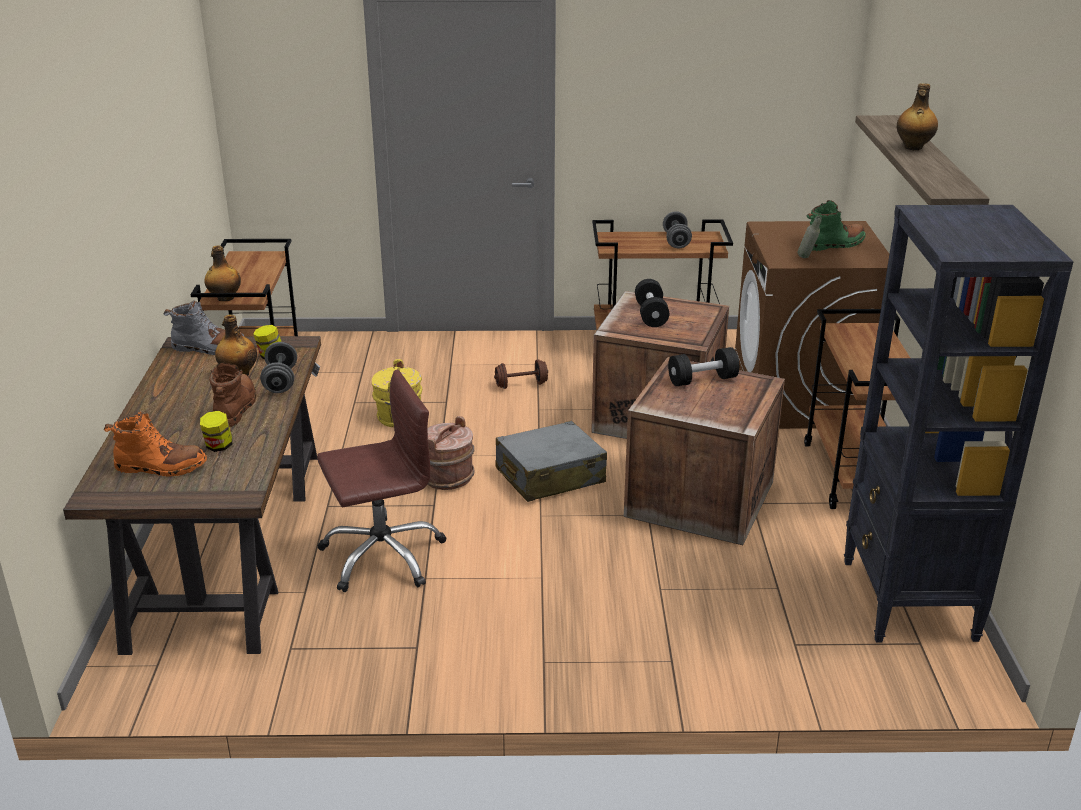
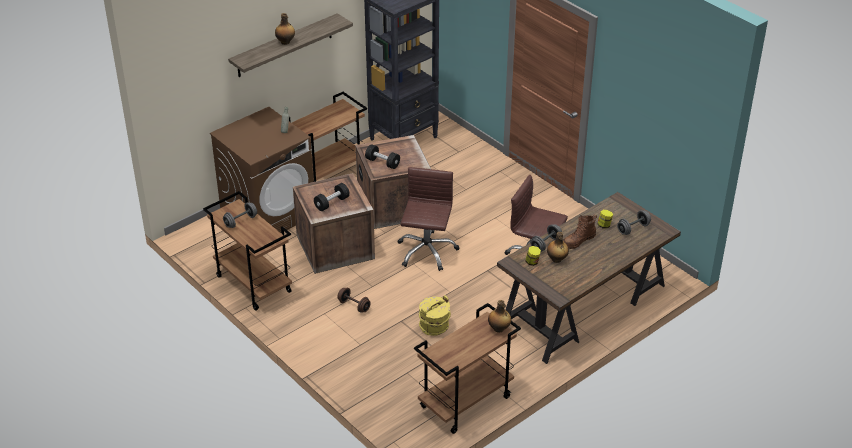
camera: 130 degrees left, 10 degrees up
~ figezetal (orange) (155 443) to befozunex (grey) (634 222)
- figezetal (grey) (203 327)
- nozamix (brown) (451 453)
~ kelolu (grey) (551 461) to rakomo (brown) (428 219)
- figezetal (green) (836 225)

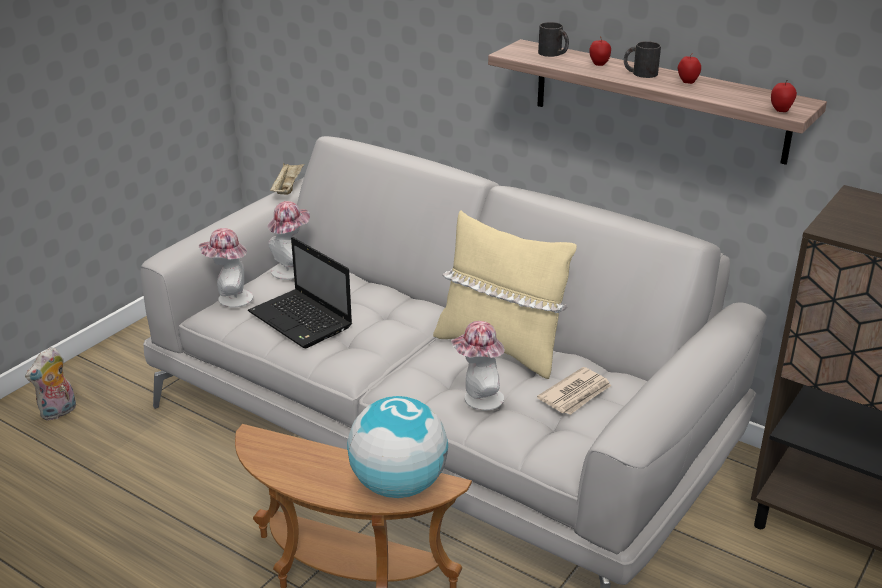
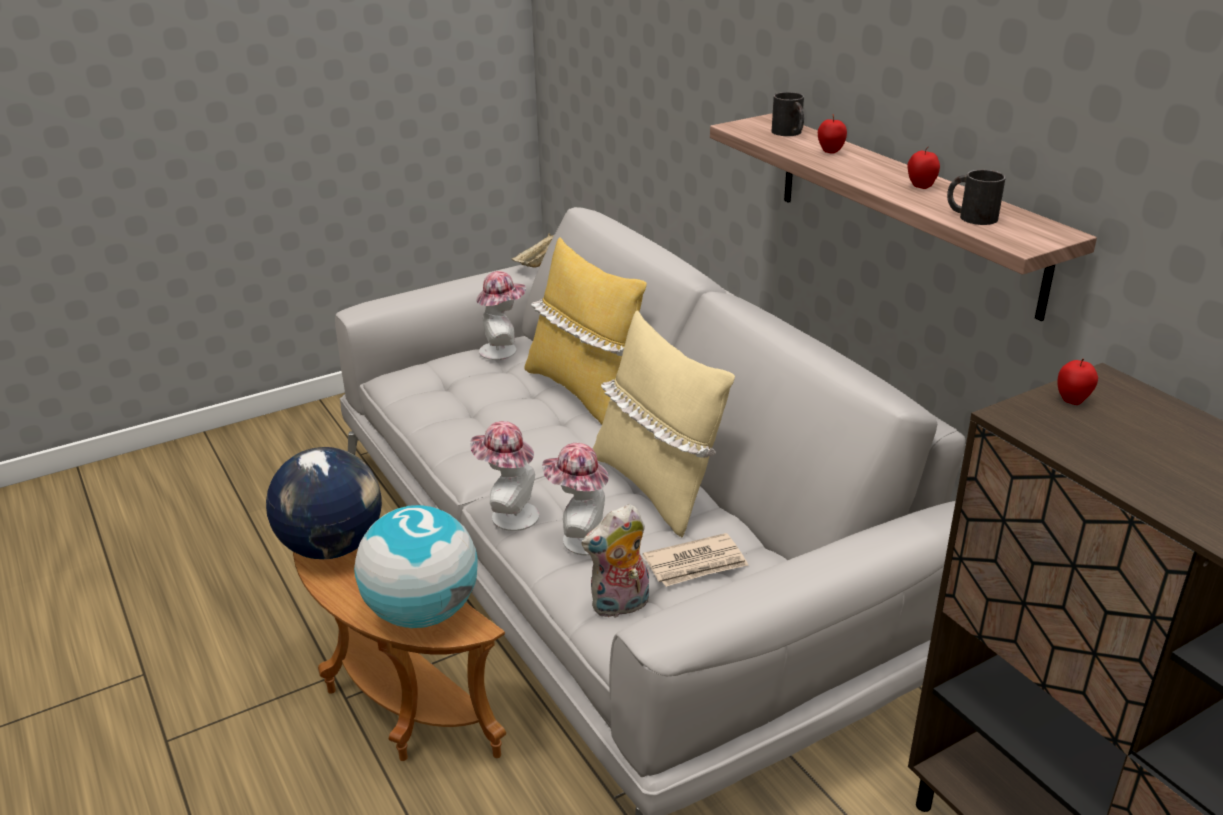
camera: 25 degrees right, 0 degrees up
~ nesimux (50 384) to (615 561)
~ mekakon (226 268) to (504 476)
- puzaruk (300 292)
~ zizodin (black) (642 59) to (976 197)
~ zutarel (784 96) to (1078 382)
+ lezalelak (324 503)
+ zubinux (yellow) (585 330)

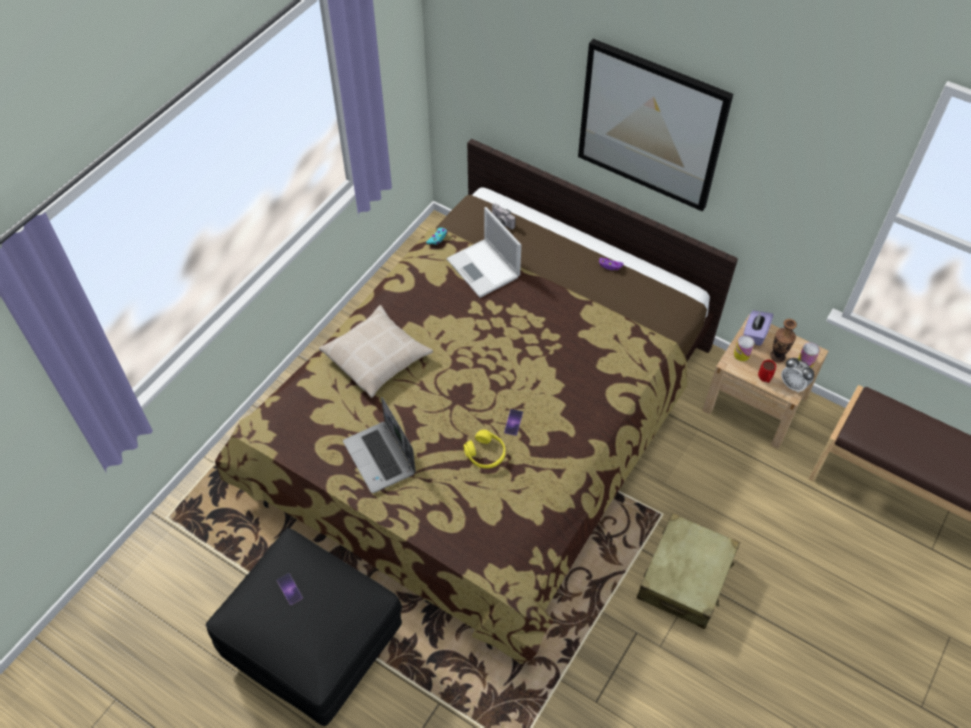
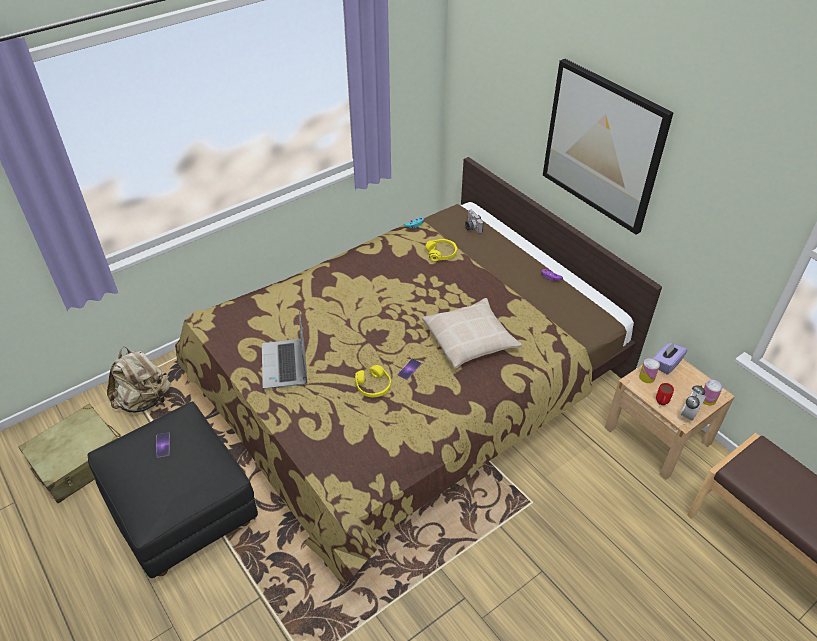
camera: 20 degrees right, 10 degrees down
~ zubinux (beige) (376 351) to (472 333)
~ puzaruk (483 252) to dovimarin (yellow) (441 250)
~ kelolu (beige) (688 571) to (69 453)
- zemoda (783 341)
~ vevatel (797 375) = (693 403) 60 degrees clockwise
+ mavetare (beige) (138 379)

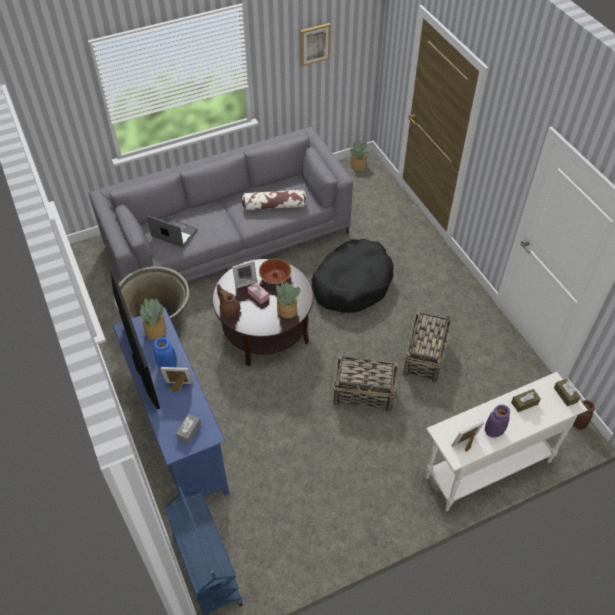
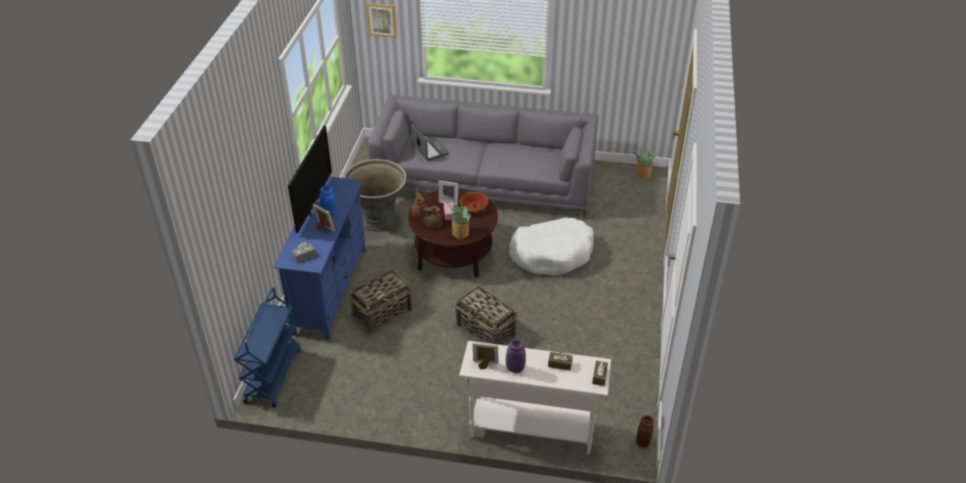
camera: 35 degrees right, 10 degrees down
- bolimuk (153 318)
- zubinux (274 200)
~ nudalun (315 44) to (381 20)
~ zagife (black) (353 276) to zagife (white) (551 247)
~ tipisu (427 347) to (381 301)
+ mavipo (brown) (431 217)

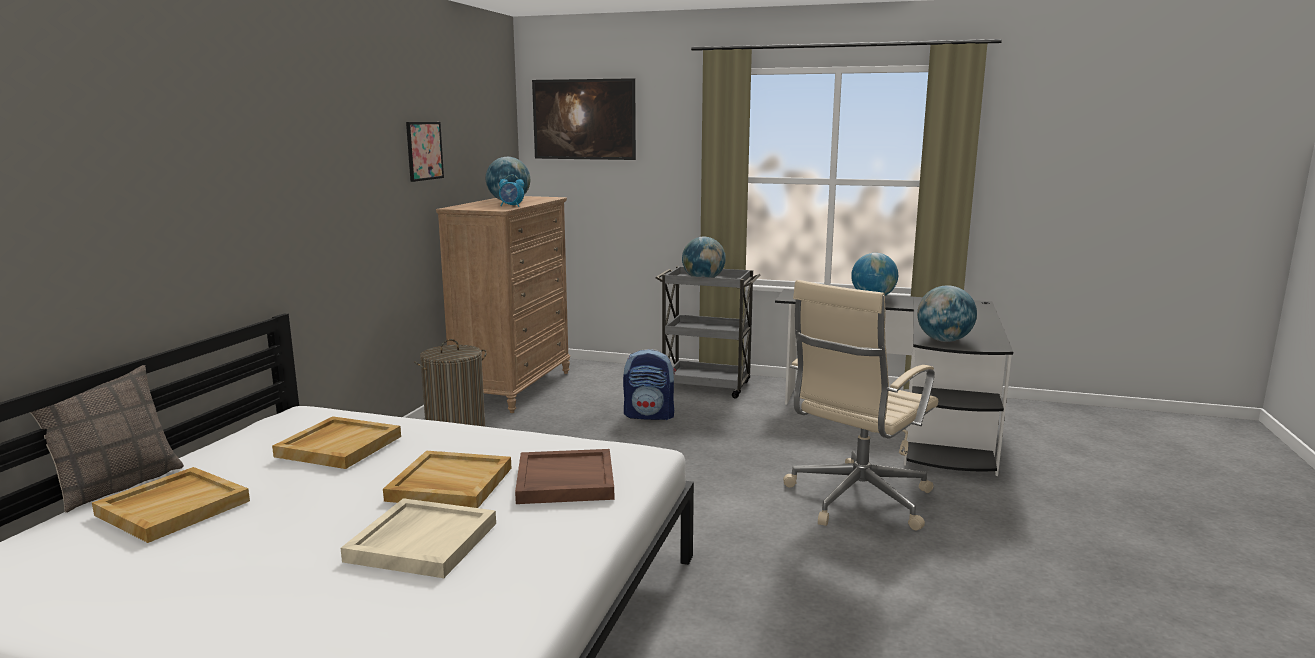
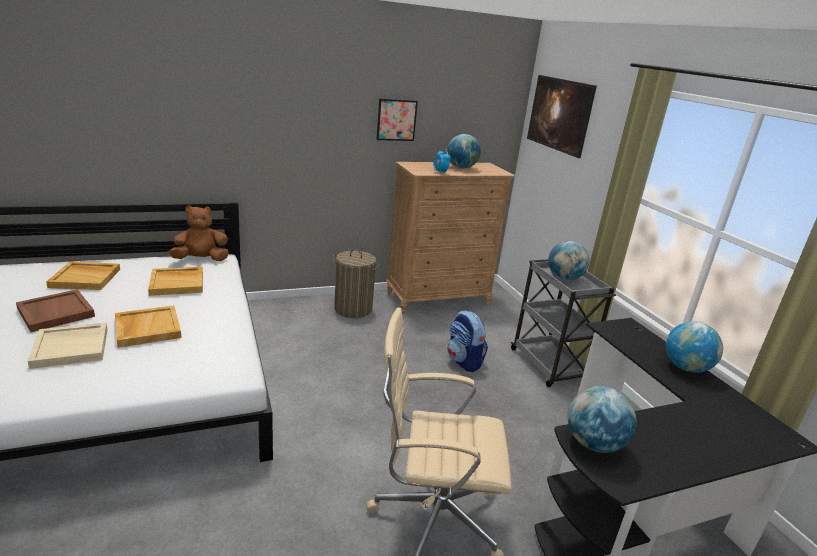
camera: 50 degrees right, 10 degrees up
- zubinux (107 439)
~ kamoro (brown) (564 476) to (55 310)
+ nesimux (brown) (199 233)

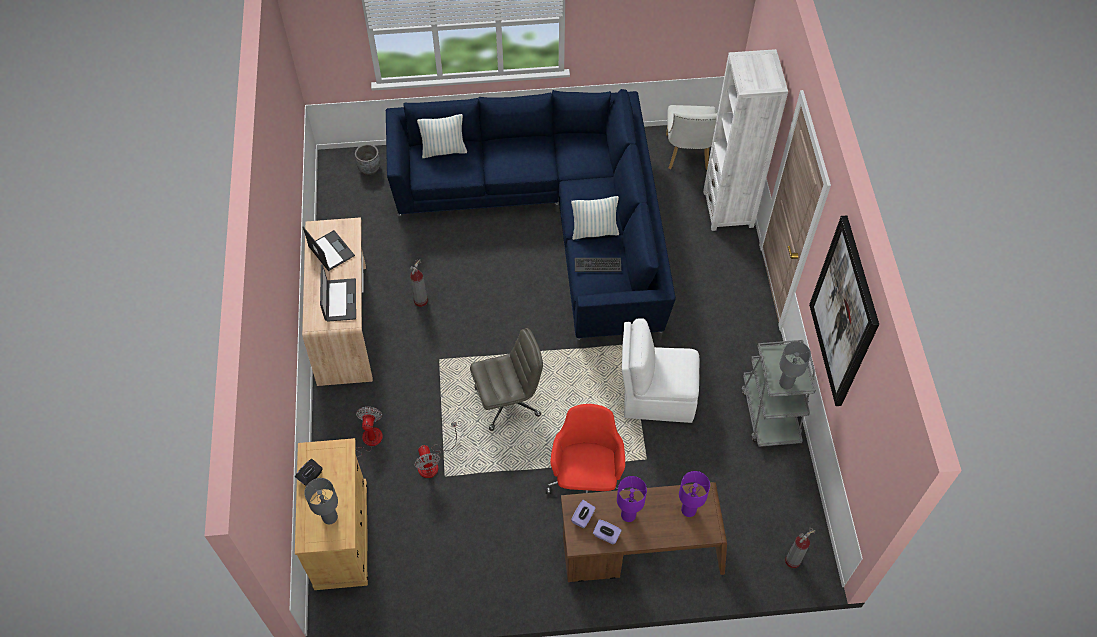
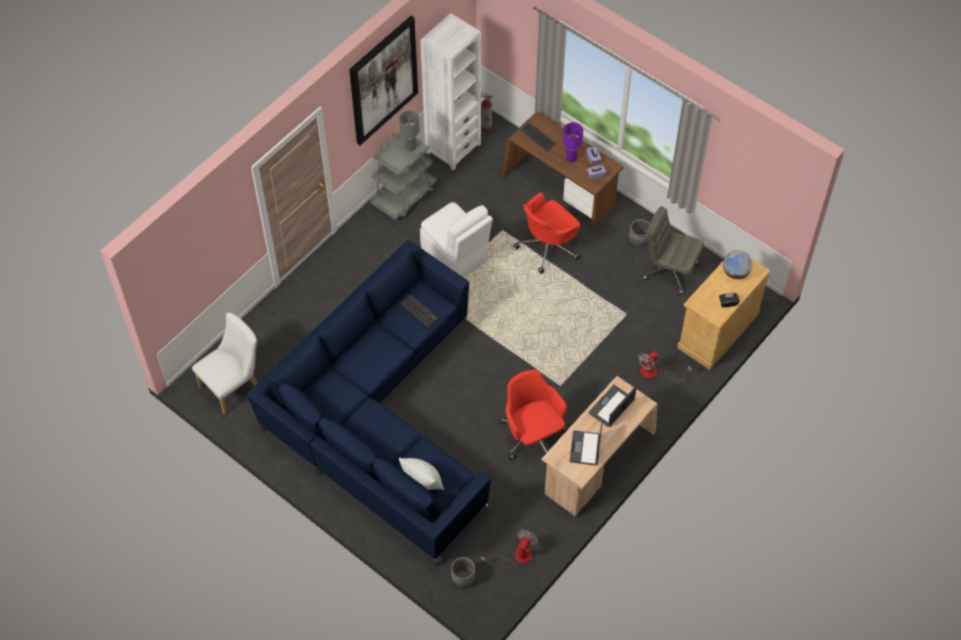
camera: 135 degrees left, 0 degrees up
~ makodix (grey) (321 501) to lezalelak (737 264)
~ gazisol (419 283) to rakomo (red) (533 415)
~ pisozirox (435 450) to (509 548)
~ rakomo (grey) (506 379) to (673 250)
- zubinux (595 218)
~ makodix (purple) (694 494) to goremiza (538 136)
~ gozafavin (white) (745 140) to (450 91)
+ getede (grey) (639 233)

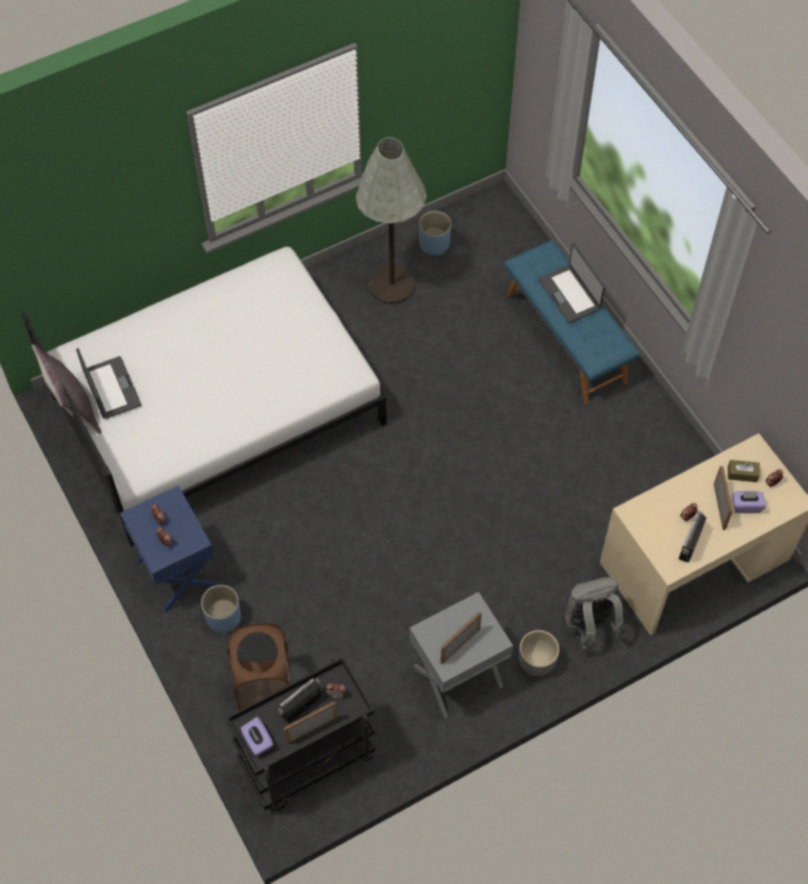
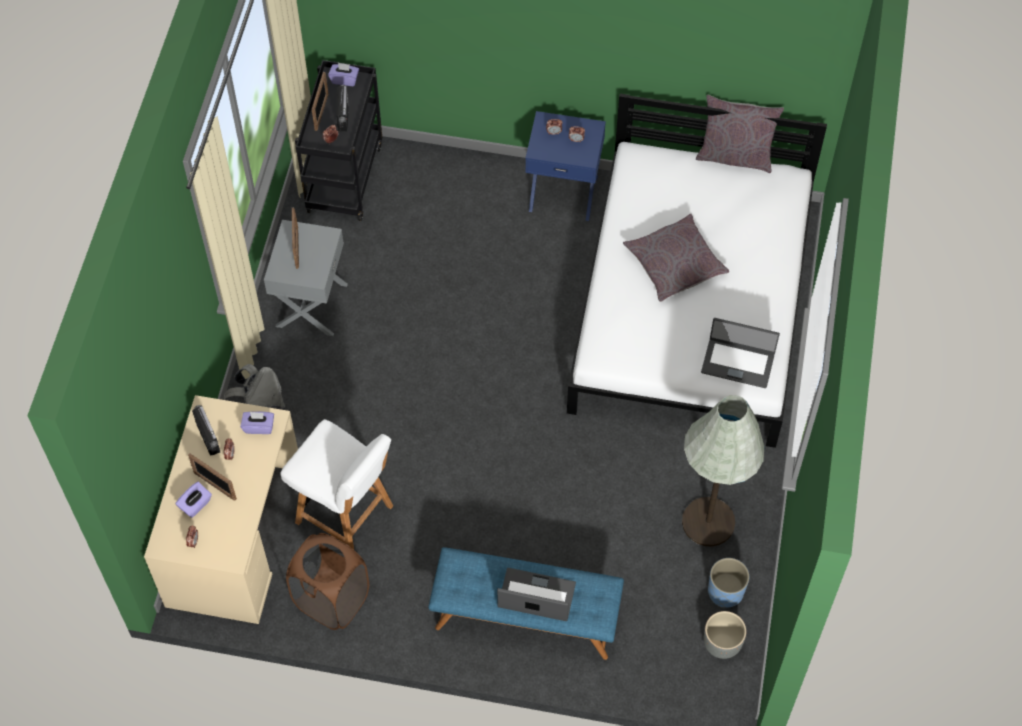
camera: 130 degrees right, 0 degrees up
~ puzaruk (108 383) to (740 353)
- getede (blue) (221 609)
~ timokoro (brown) (258 666) to (327 581)
~ getede (grey) (539 653) to (725 635)
- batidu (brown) (744 471)
+ batidu (purple) (257 422)
+ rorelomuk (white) (336 484)
+ zubinux (grey) (676 258)

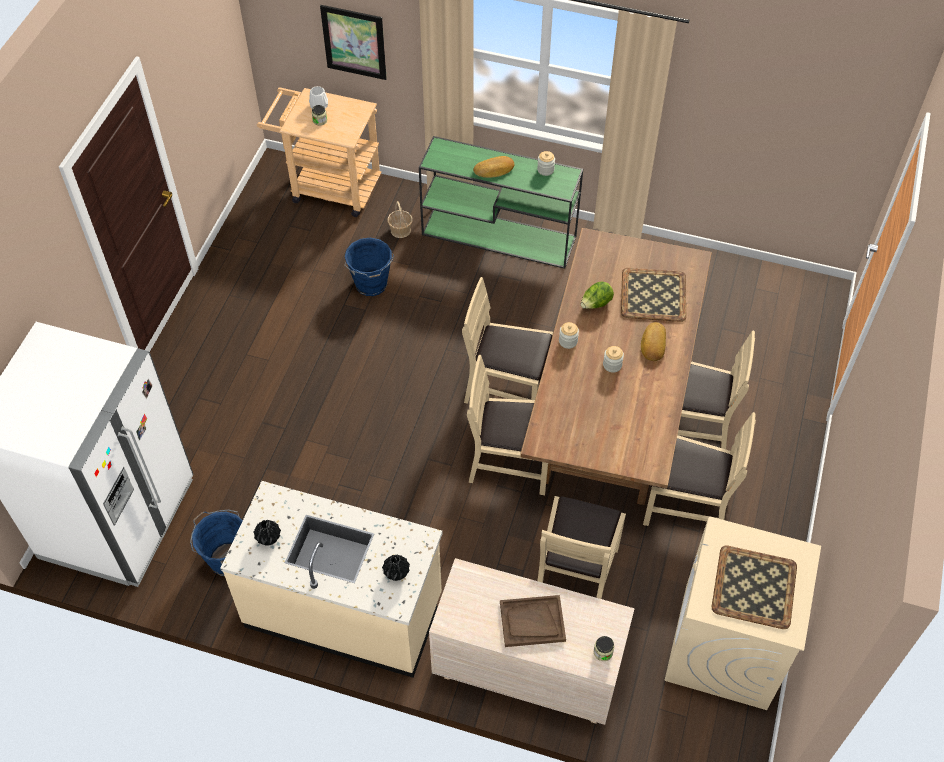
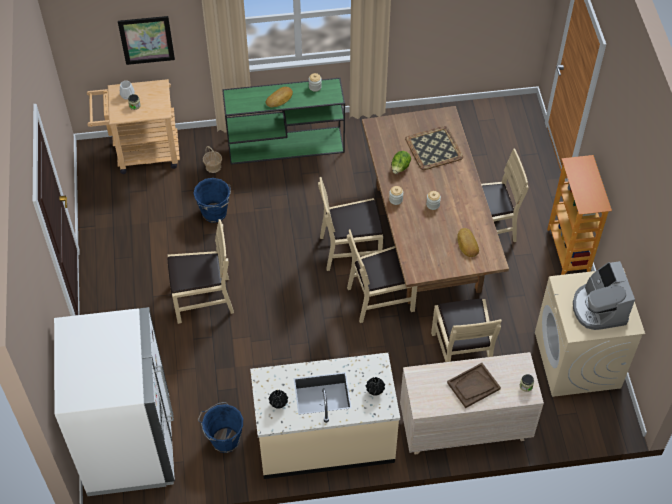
camera: 25 degrees left, 0 degrees up
~ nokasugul (653 341) to (468 242)
~ rorelomuk (beige) (699 469) to (201 271)
~ kamoro (754 587) to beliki (604 295)
+ gozafavin (579 215)

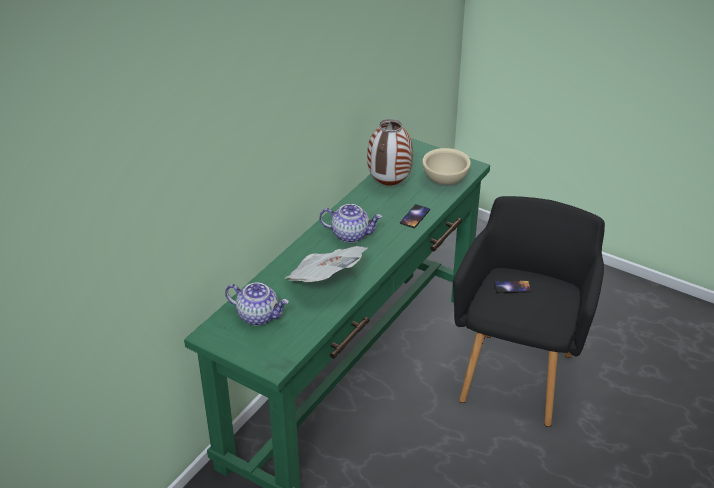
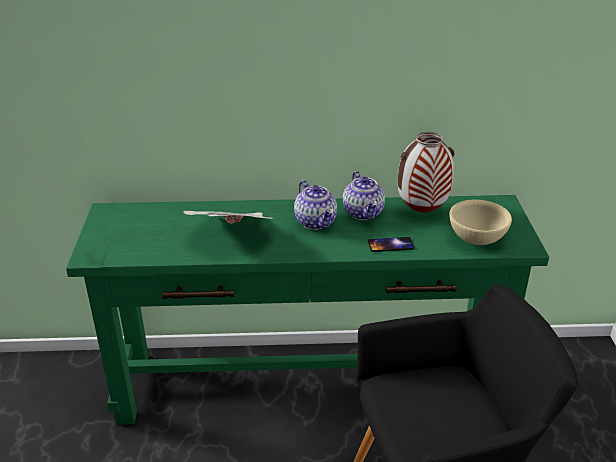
camera: 55 degrees right, 5 degrees down
~ mavipo (257 304) to (364 195)
- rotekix (513 287)

